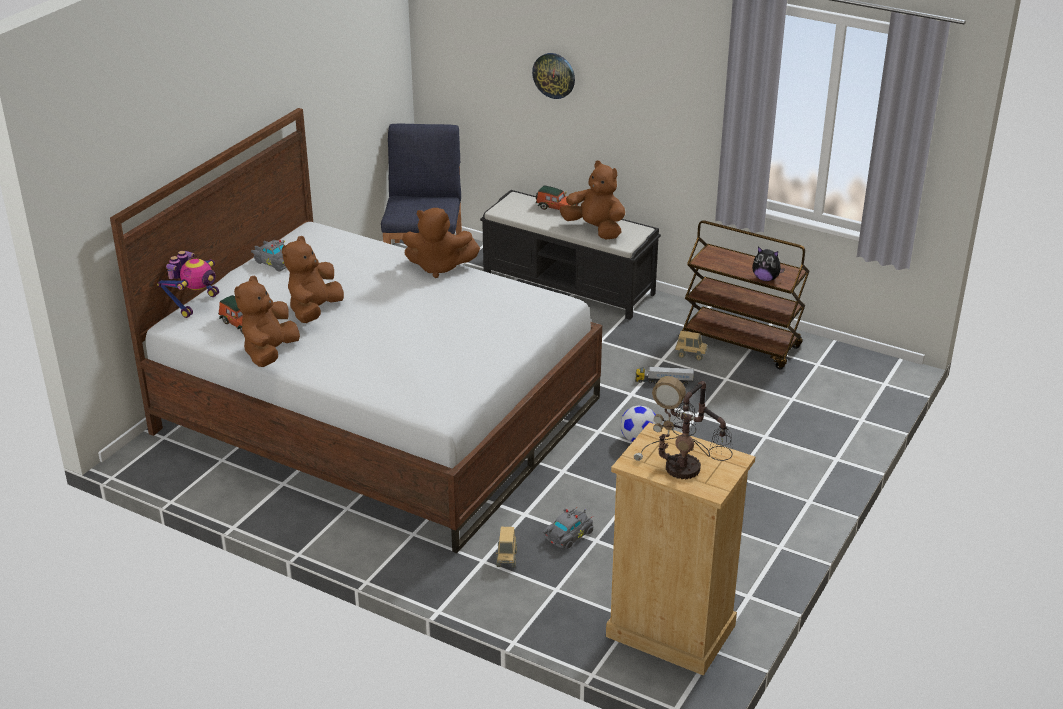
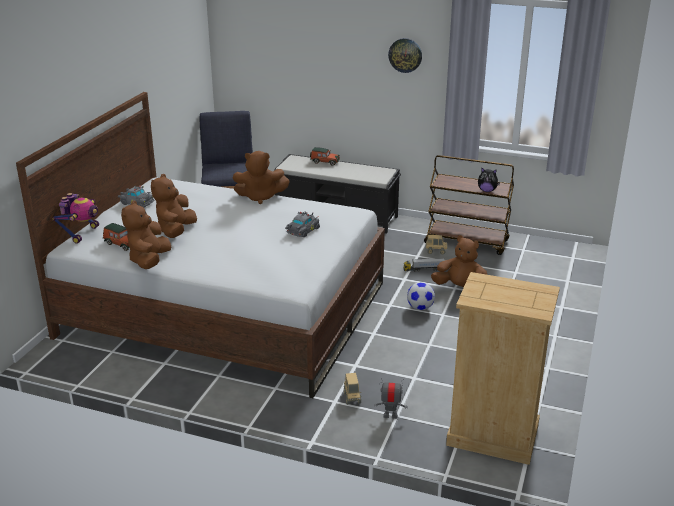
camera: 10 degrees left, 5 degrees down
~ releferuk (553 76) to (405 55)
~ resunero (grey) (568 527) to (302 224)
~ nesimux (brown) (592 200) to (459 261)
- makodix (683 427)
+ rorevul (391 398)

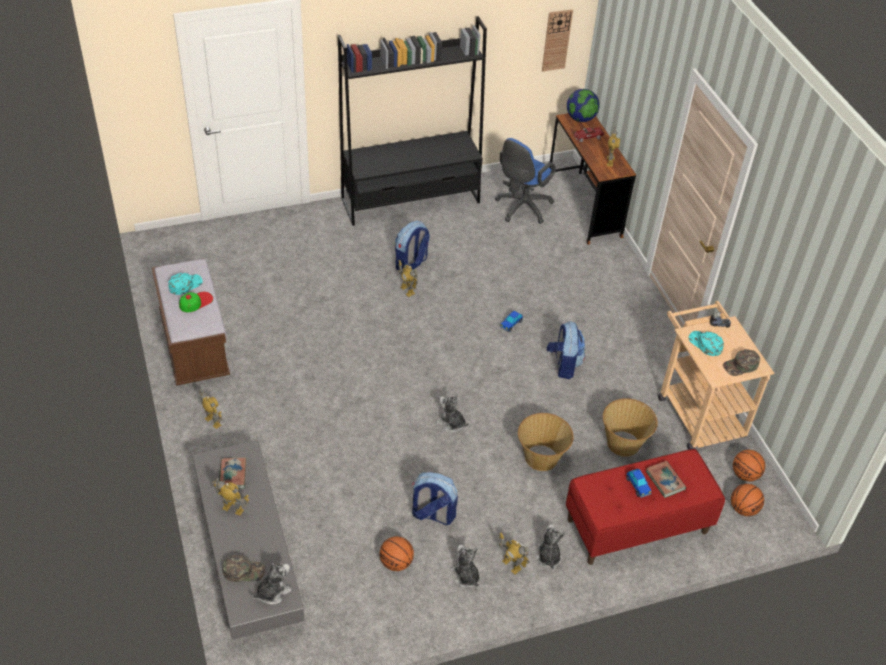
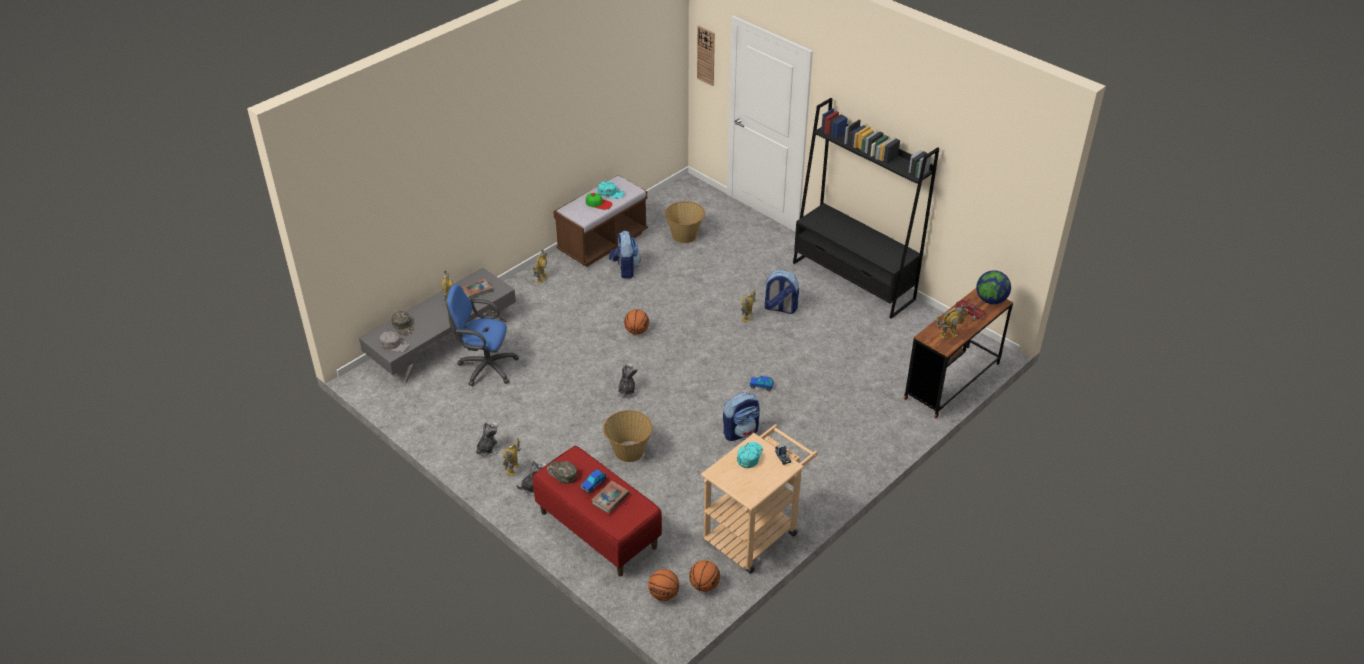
camera: 65 degrees right, 5 degrees down
~ nesimux (272 584) to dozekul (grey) (394 341)
~ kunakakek (397 553) to (636 322)
~ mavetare (435 498) to (625 255)
~ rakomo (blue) (525 181) to (482 335)
~ releferuk (557 40) to (706 56)
~ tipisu (630 427) to (685 222)
~ dozekul (green) (741 362) to (562 472)

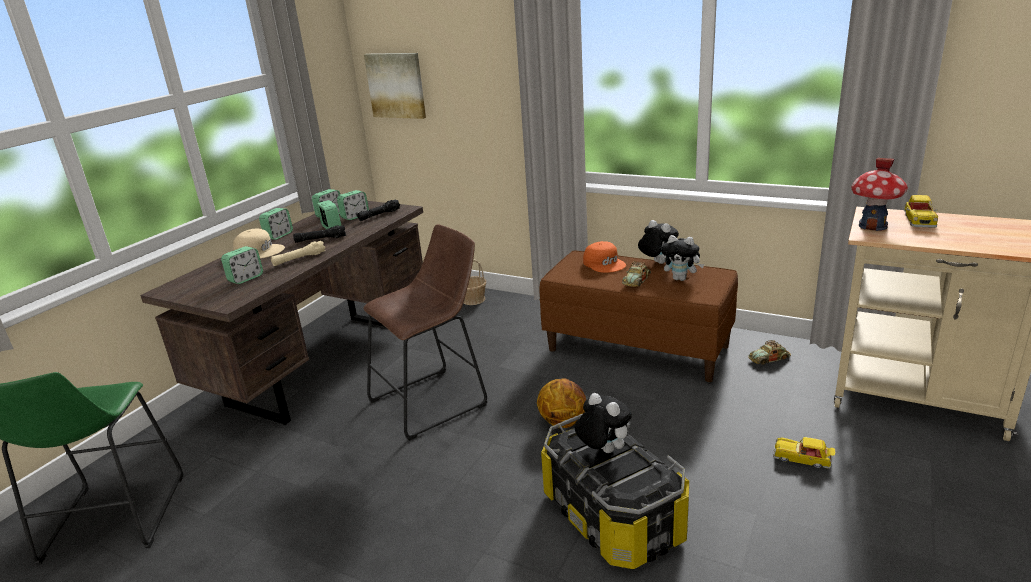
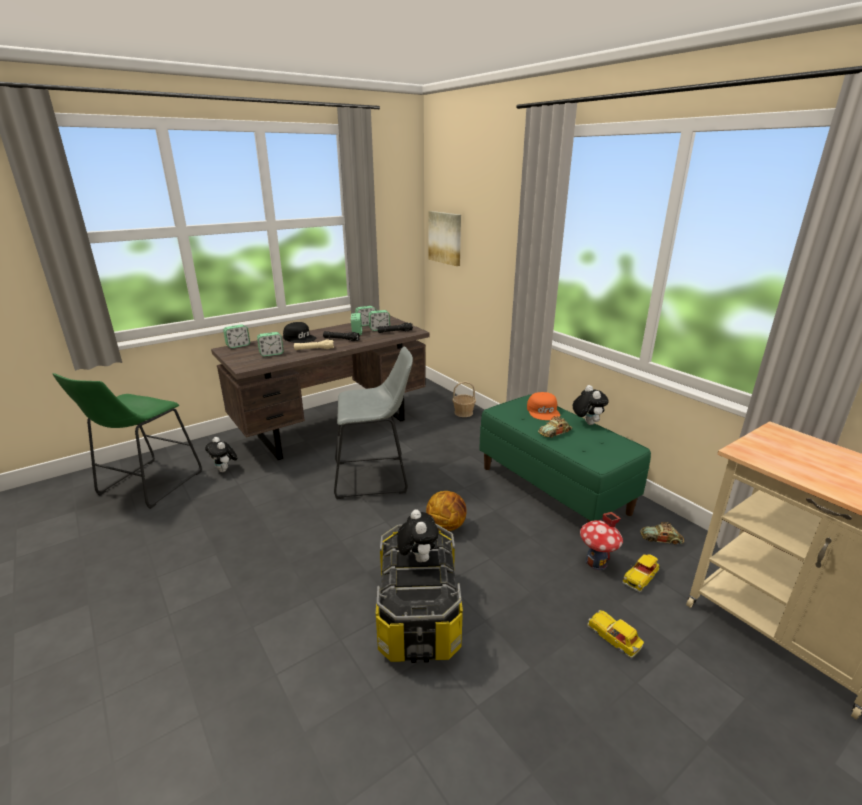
camera: 25 degrees right, 0 degrees up
~ dozekul (beige) (259 243) to dozekul (black) (299 332)
~ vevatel (276 224) to (236 336)
~ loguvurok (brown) (425 332) to loguvurok (grey) (373 422)
~ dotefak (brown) (638 316) to dotefak (green) (565 458)
~ nesimux (683 258) to (221 454)
~ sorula (880 194) to (601 541)
~ resunero (921 211) to (640 573)

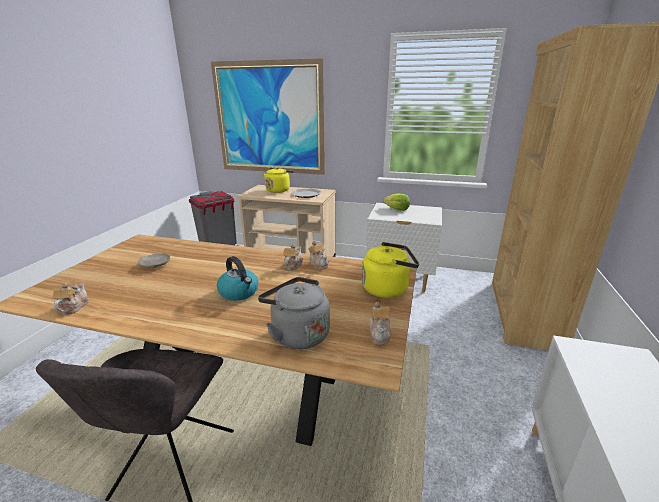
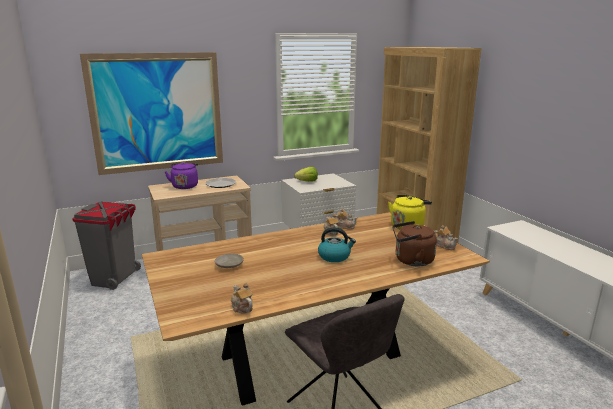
camera: 40 degrees left, 5 degrees down
~ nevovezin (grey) (294 313) to nevovezin (brown) (414 243)
~ nevovezin (yellow) (279 180) to nevovezin (purple) (181 175)

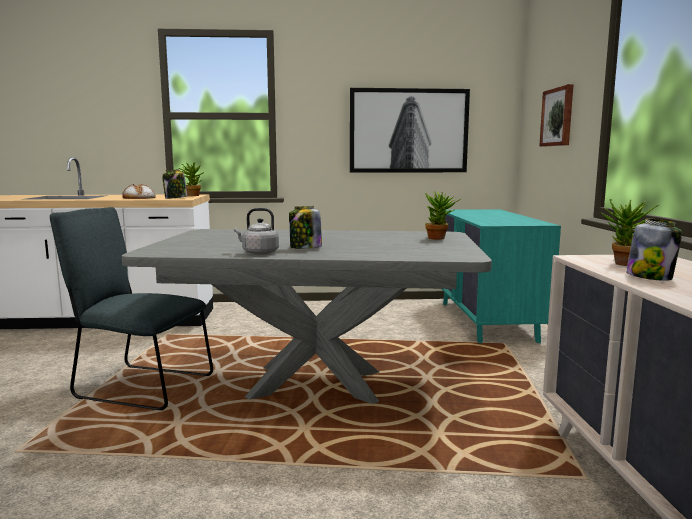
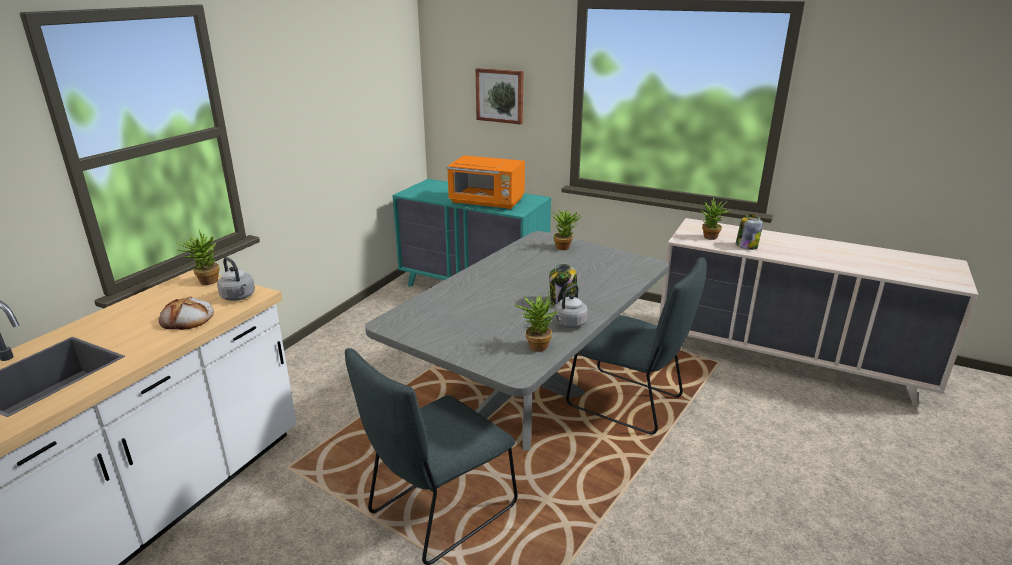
camera: 60 degrees left, 15 degrees up
~ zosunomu (174 184) to nevovezin (grey) (236 279)
- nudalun (410 130)
+ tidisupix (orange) (486 182)
+ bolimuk (536 322)
+ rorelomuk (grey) (636 345)

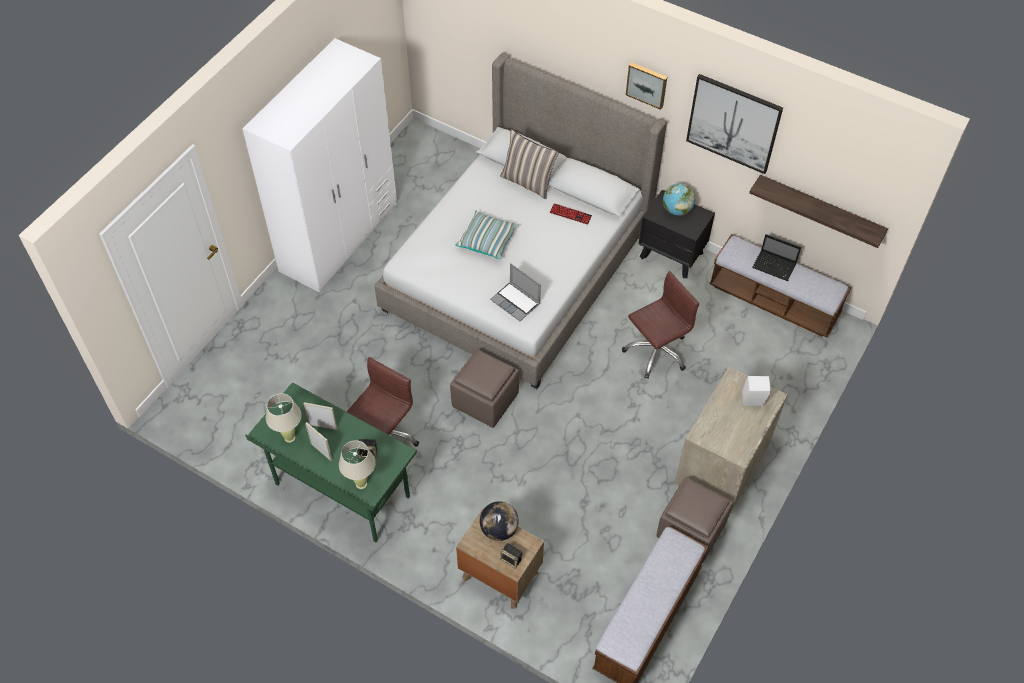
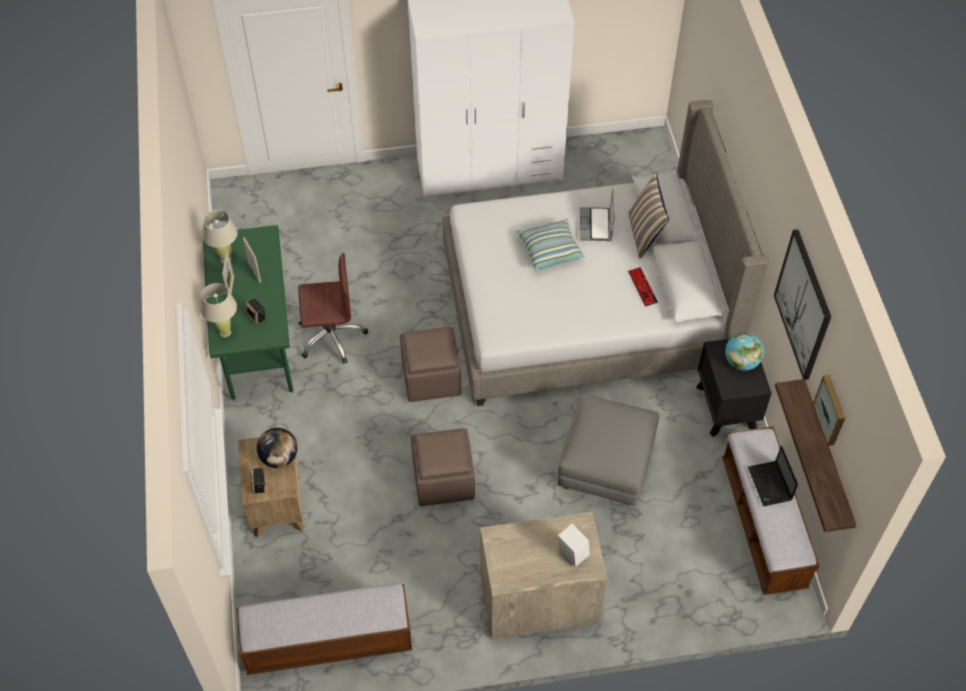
camera: 50 degrees right, 0 degrees up
~ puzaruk (515 292) to (597 214)
~ rakomo (brown) (660 325) to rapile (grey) (608 449)
~ nudalun (646 86) to (829 410)
~ rapile (brown) (695 519) to (443 467)

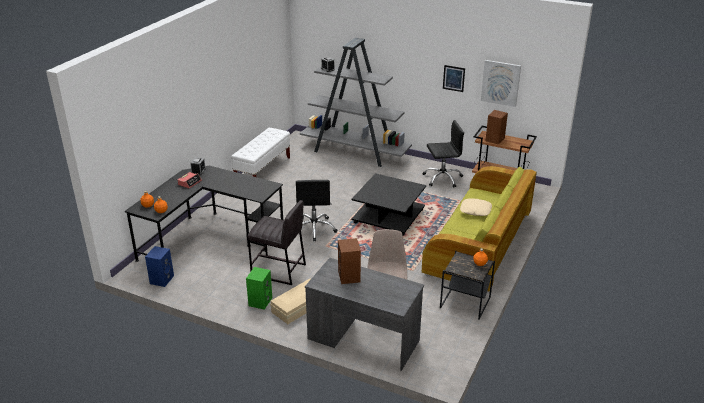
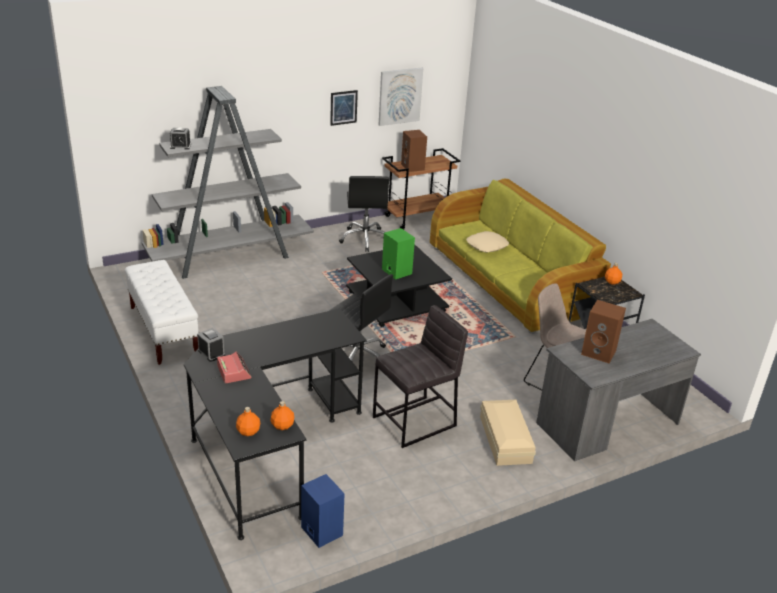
camera: 55 degrees left, 0 degrees up
~ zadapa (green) (259 288) to (398 254)
~ rakomo (black) (443 154) = (364 214) 150 degrees clockwise

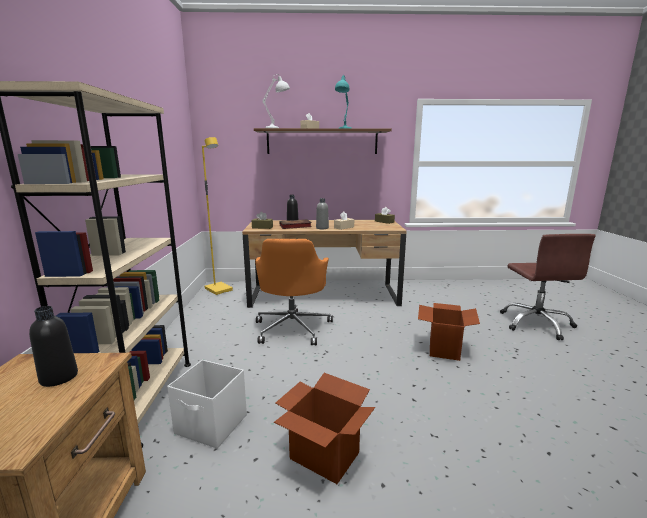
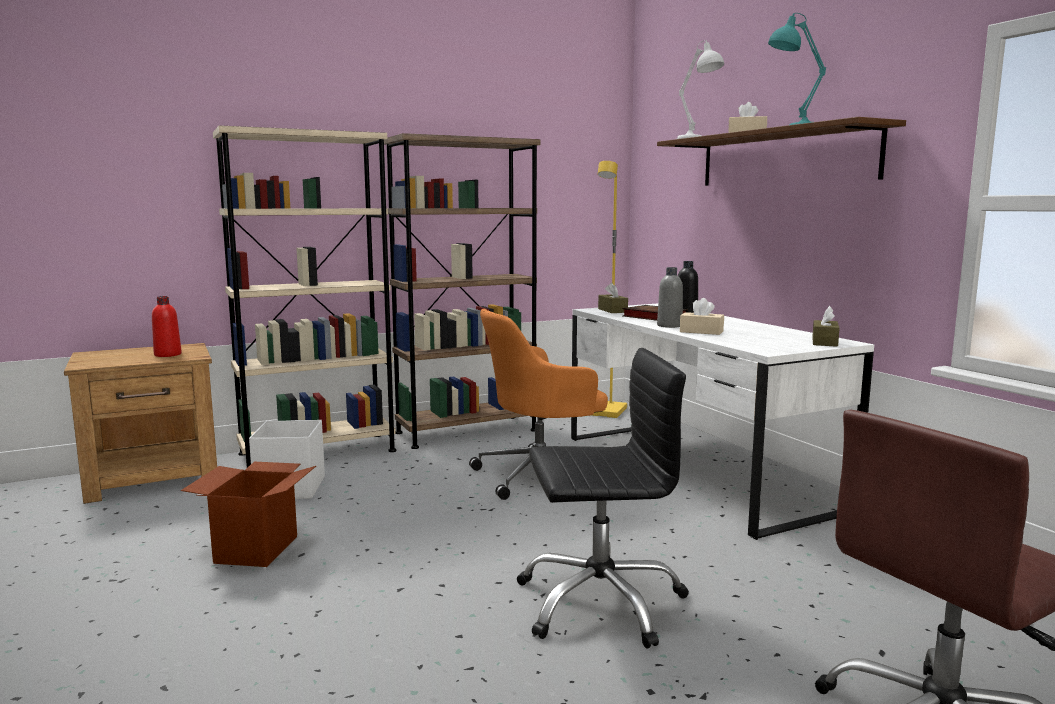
camera: 65 degrees right, 5 degrees down
~ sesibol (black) (53 346) to sesibol (red) (167 326)
~ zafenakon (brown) (324 264) to zafenakon (white) (722 421)
~ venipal (449 332) to rakomo (black) (603 498)
+ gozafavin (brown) (462 291)

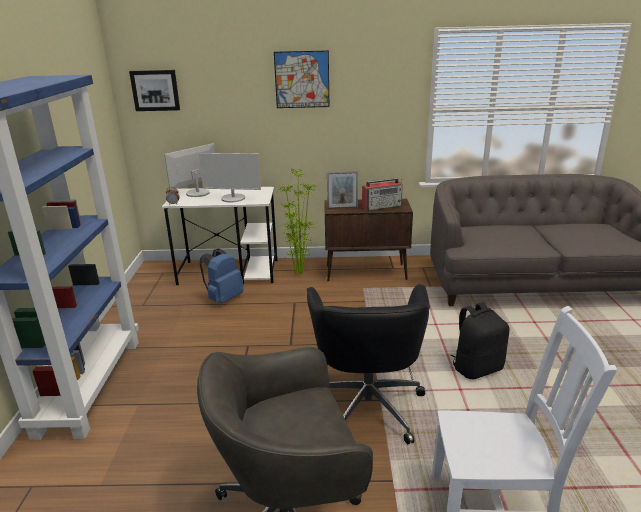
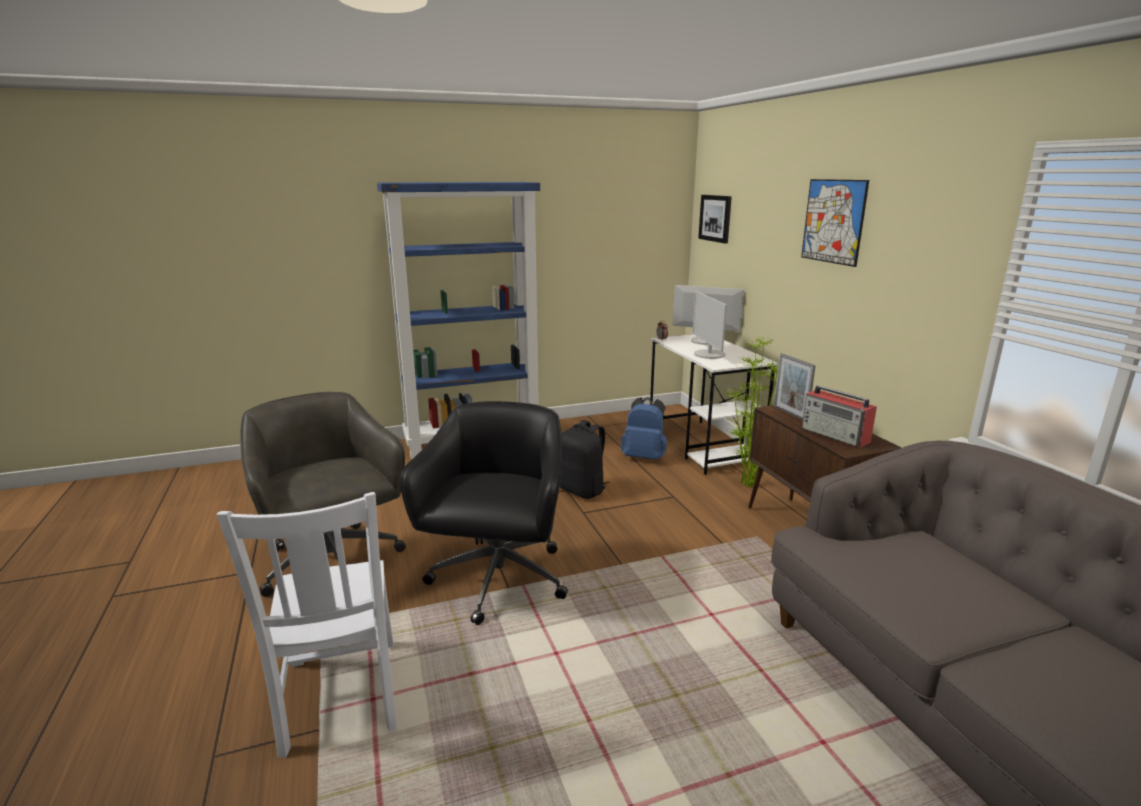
camera: 70 degrees right, 5 degrees down
~ rakomo (black) (368 364) = (484 513) 120 degrees clockwise
~ mavetare (black) (479 340) to (584 459)

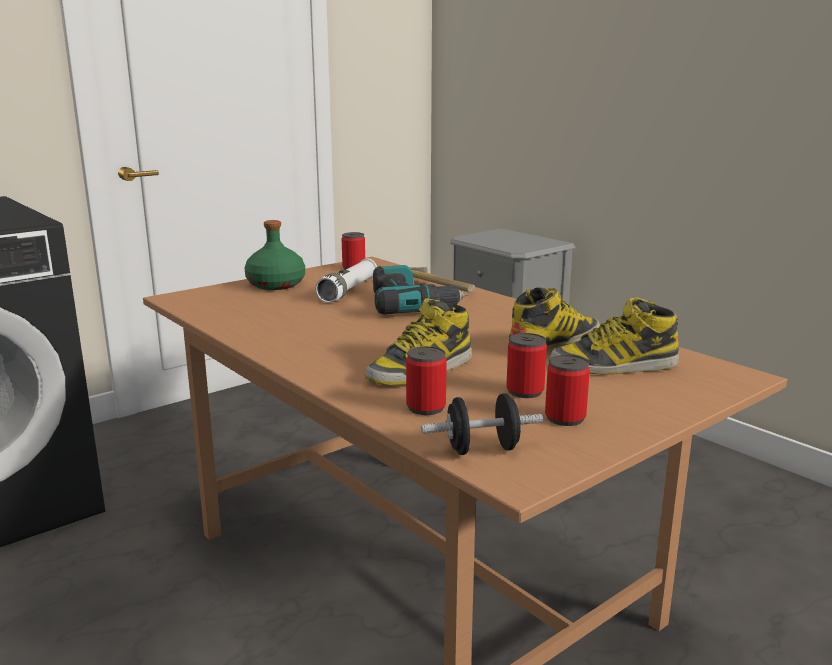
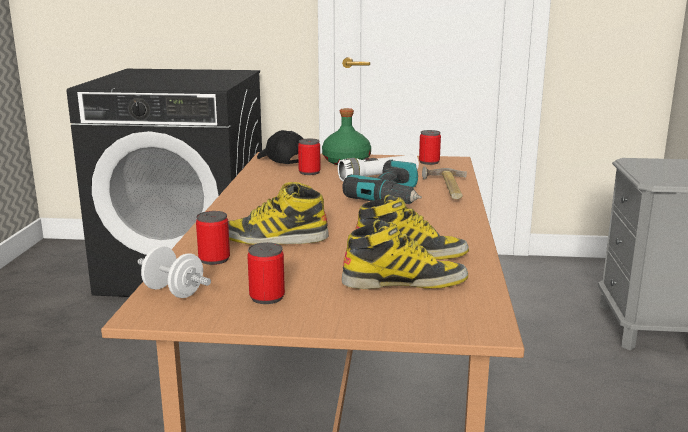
camera: 45 degrees right, 0 degrees up
~ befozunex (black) (482 424) to befozunex (white) (174 272)
~ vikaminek (526 365) to (309 156)
~ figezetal (614 336) = (405 254) 135 degrees clockwise
+ dozekul (black) (280 147)

